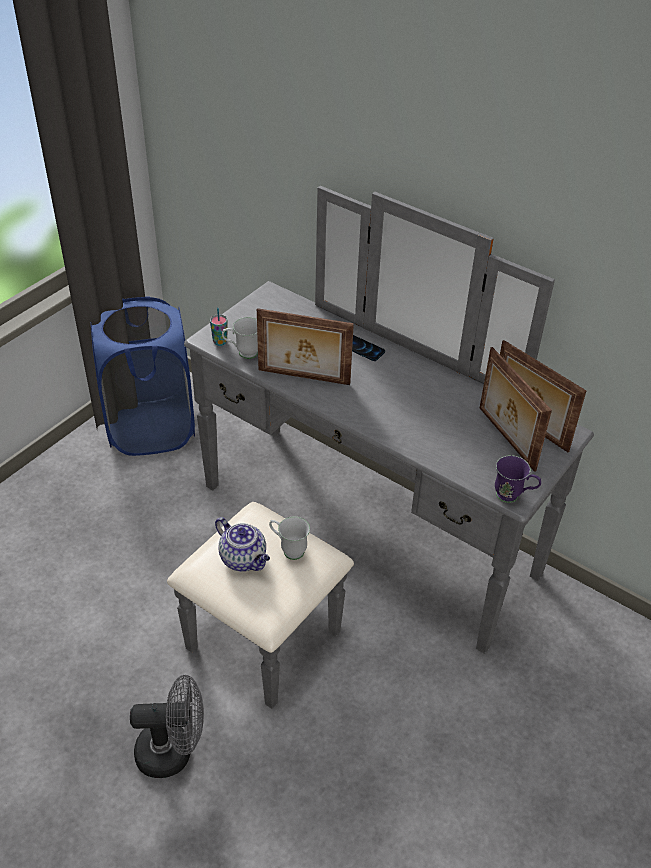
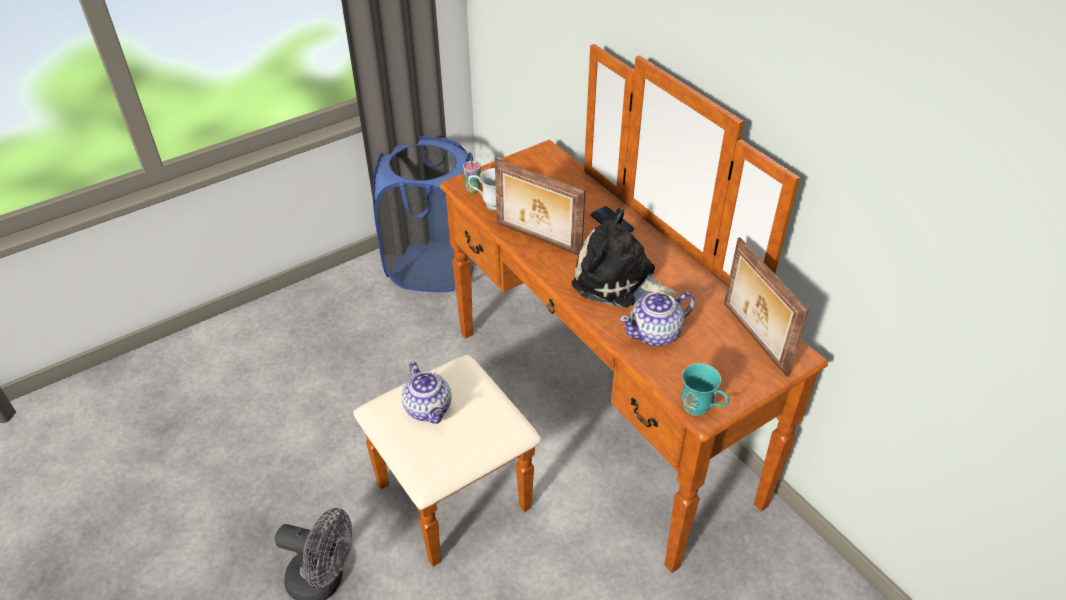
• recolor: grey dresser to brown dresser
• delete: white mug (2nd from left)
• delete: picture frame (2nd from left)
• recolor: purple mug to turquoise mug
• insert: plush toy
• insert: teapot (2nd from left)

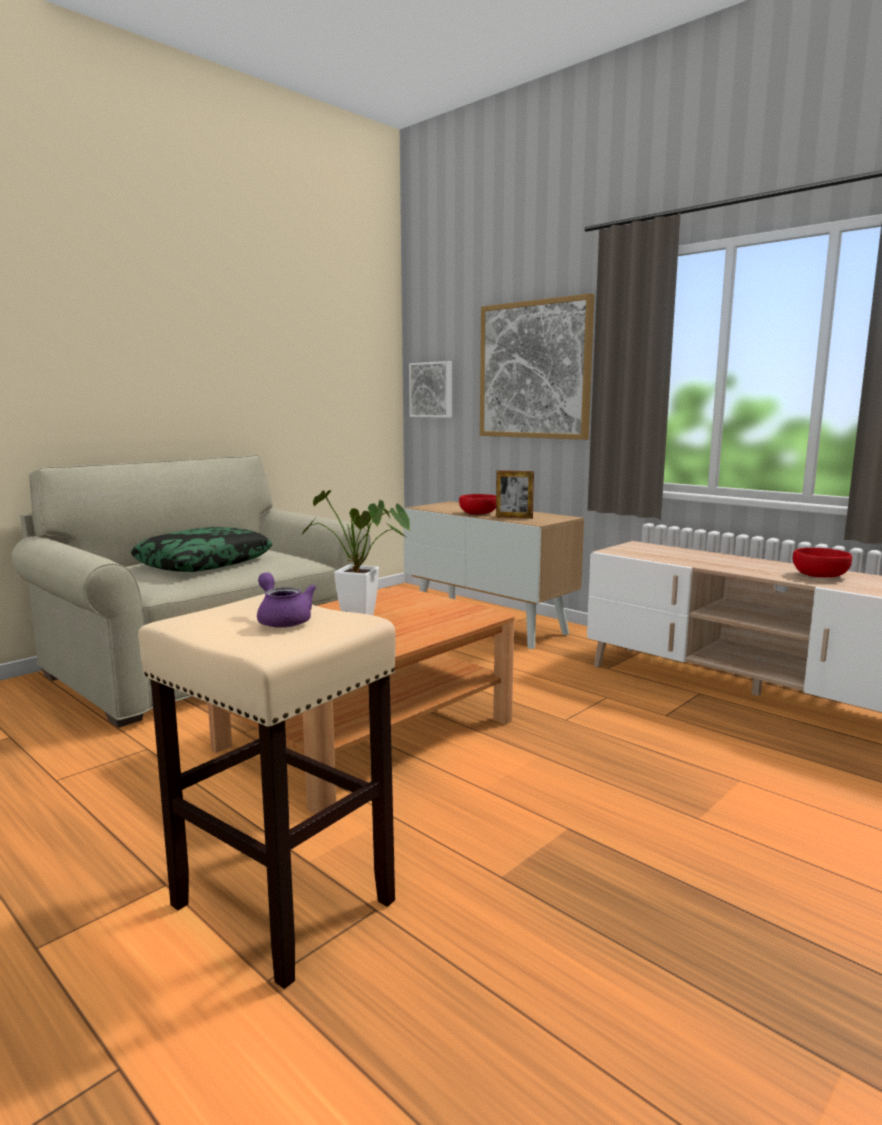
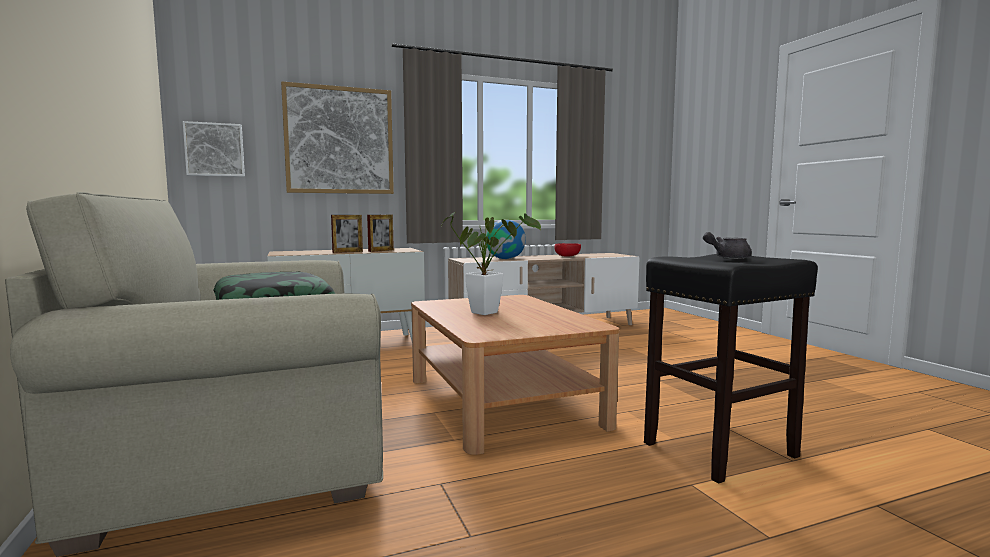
• recolor: beige stool to black stool
• recolor: purple teapot to grey teapot
• replace: red bowl (1st from left) to picture frame (1st from left)
• insert: globe

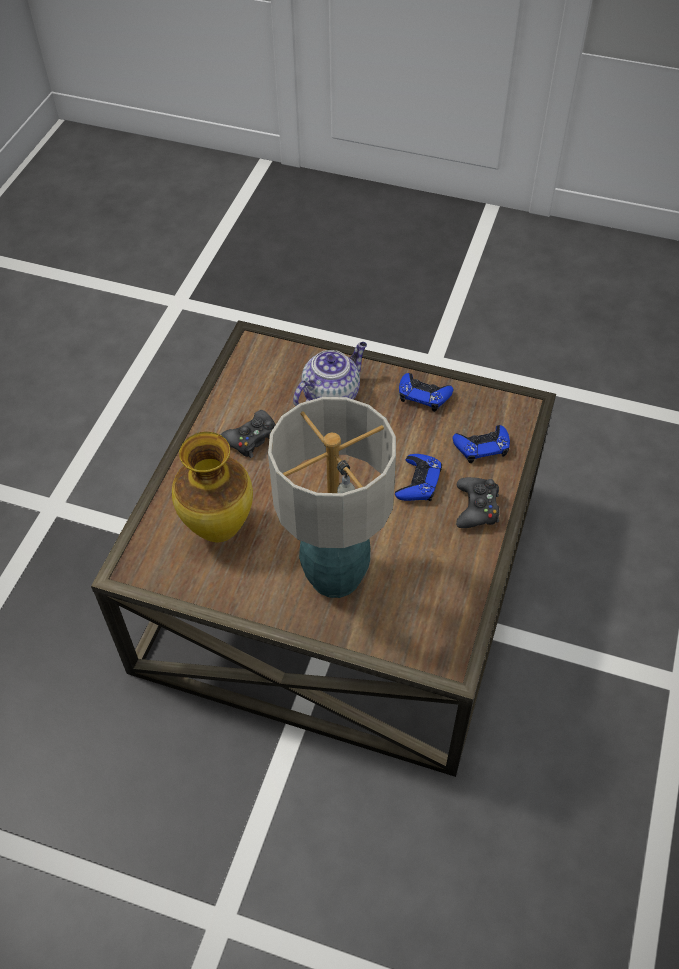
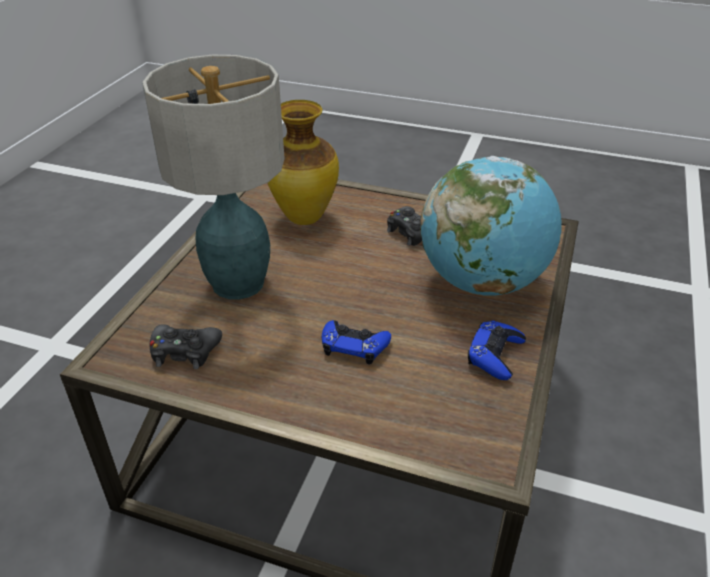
• replace: teapot to globe
• delete: blue game controller (3rd from left)
• move: black game controller (2nd from left in the first image) to black game controller (1st from left)

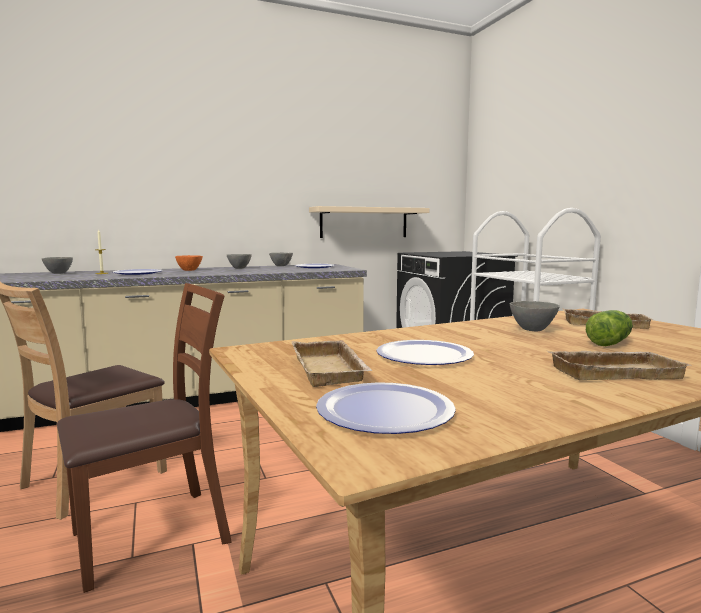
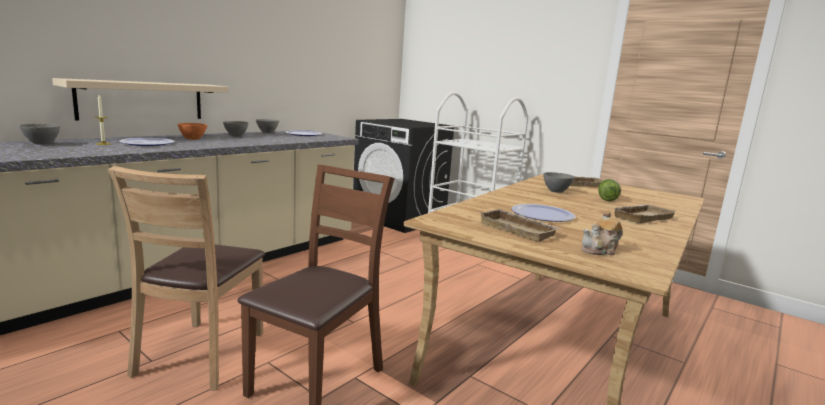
• move: beige shelf
• replace: plate (3rd from left) to teapot

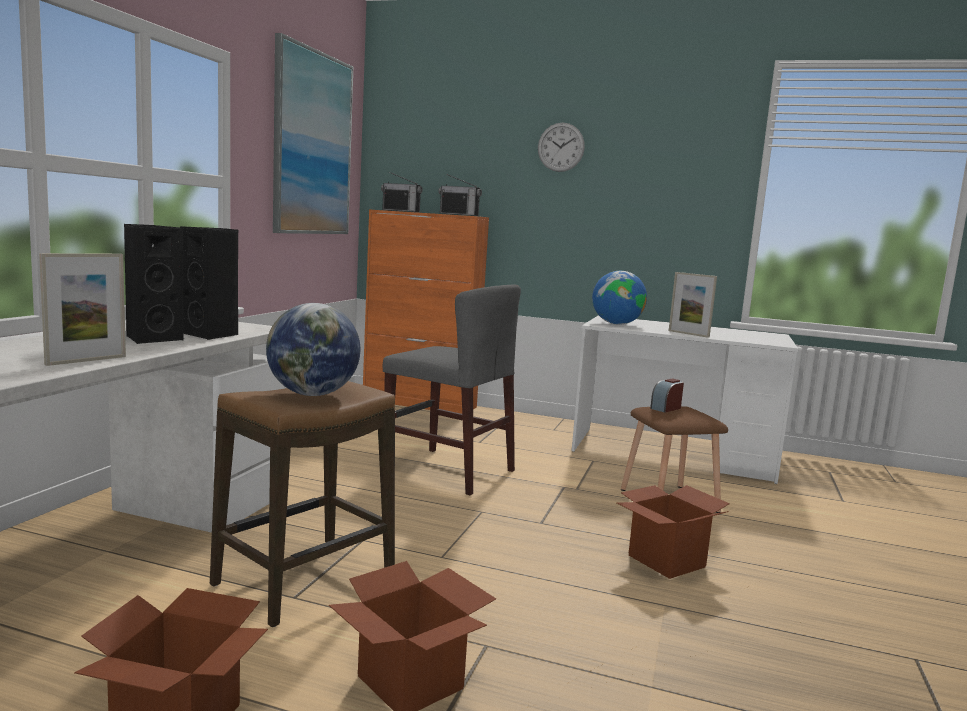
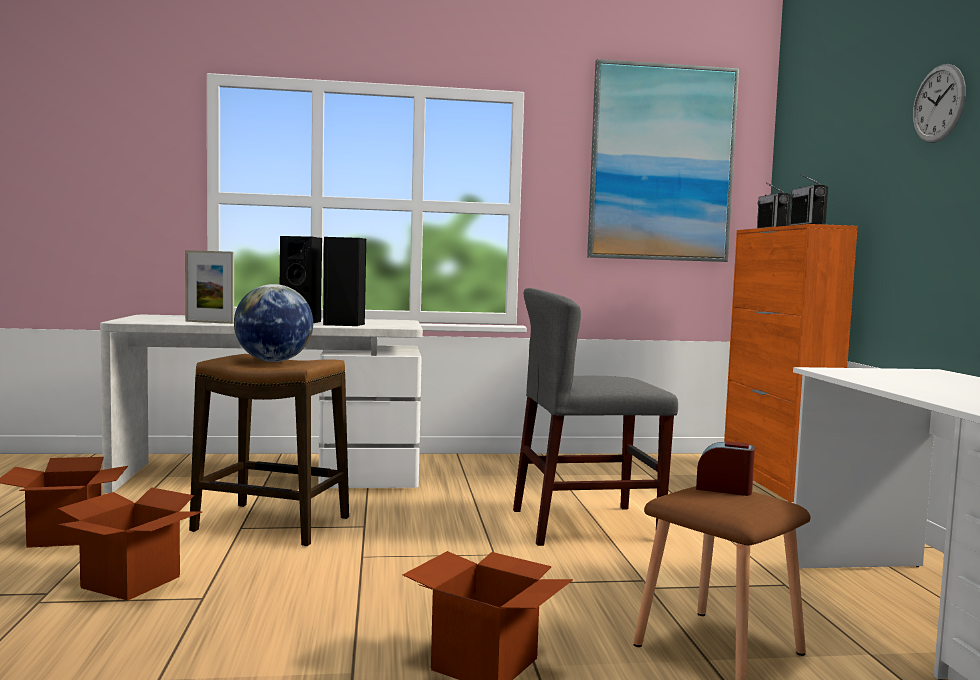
• rotate: grey chair 75 degrees clockwise
• delete: globe (2nd from left)
• delete: picture frame (2nd from left)

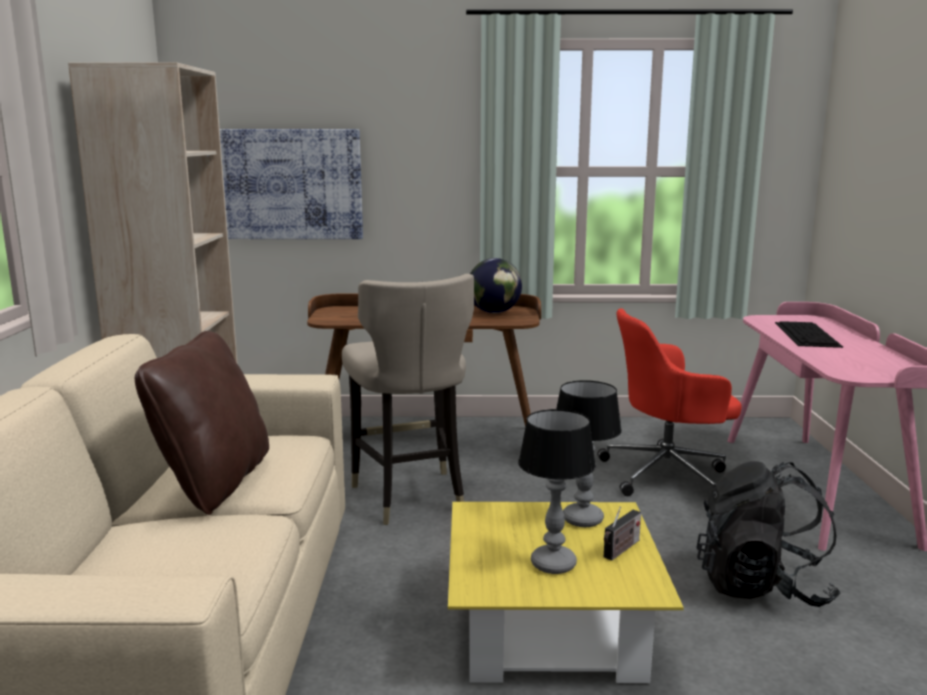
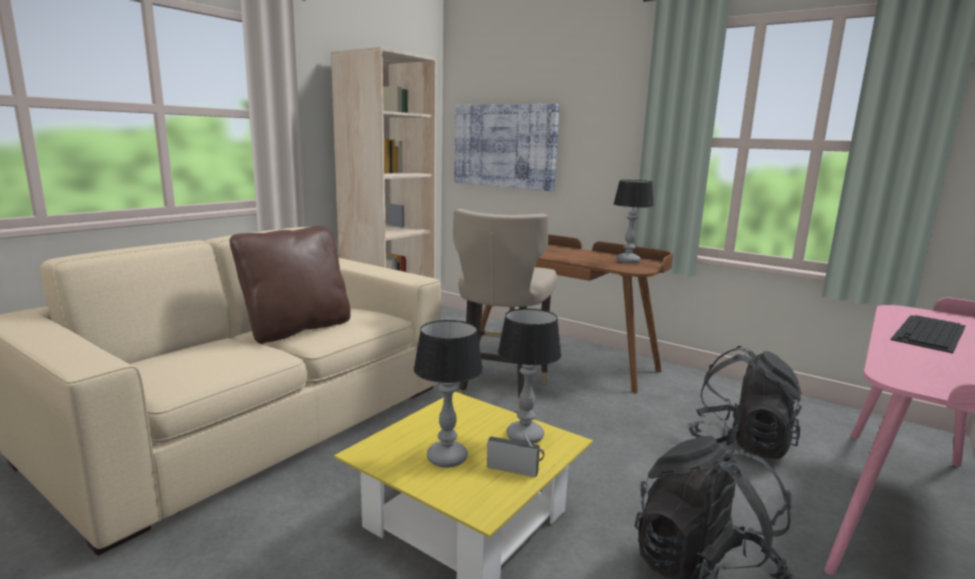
• replace: globe to table lamp (3rd from left)
• replace: red office chair to black backpack (2nd from left)
• rotate: radio 150 degrees counterclockwise

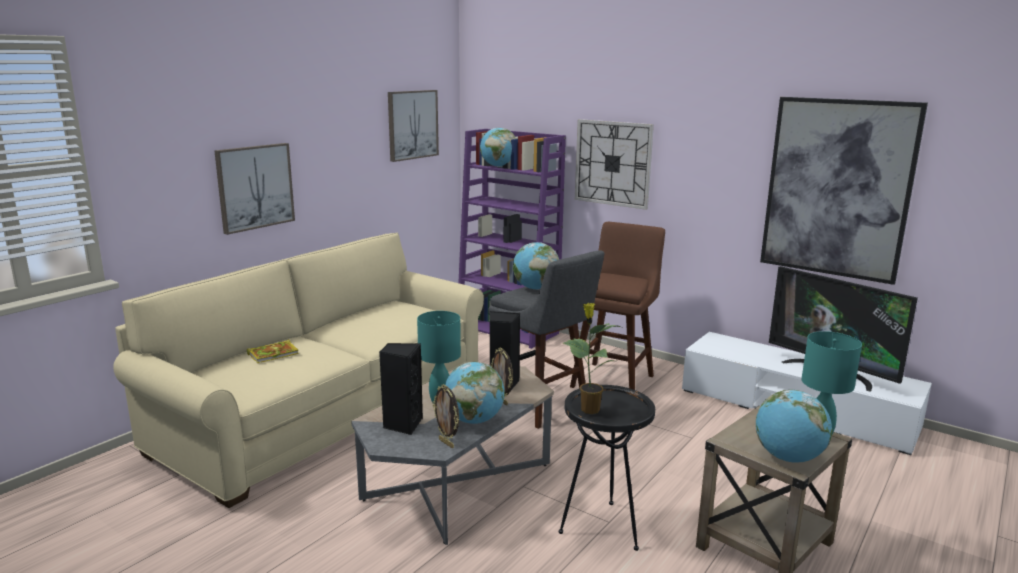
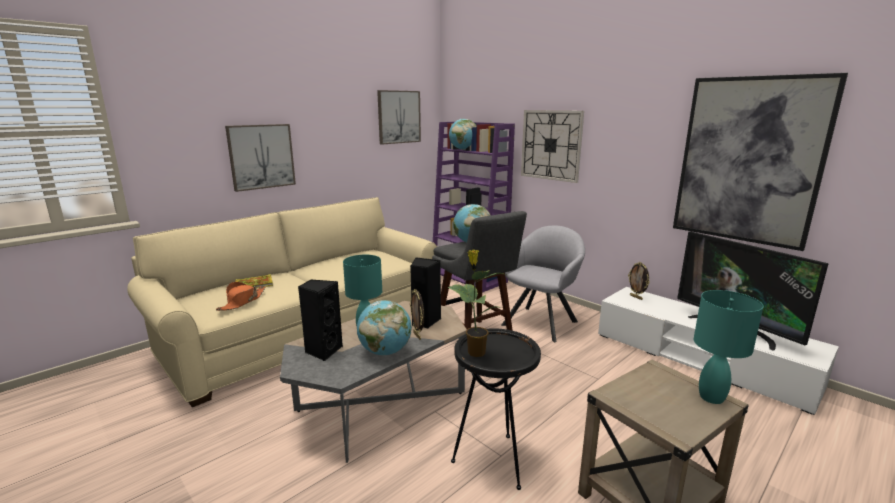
• move: picture frame (1st from left in the first image) to picture frame (2nd from left)
• replace: brown stool to grey armchair
• delete: globe (4th from left)
• insert: orange hat

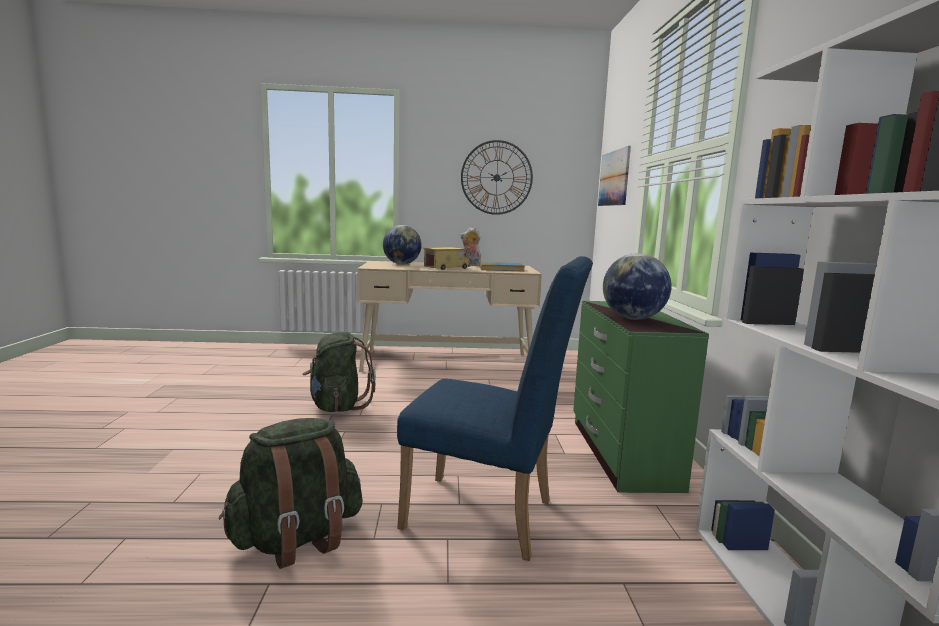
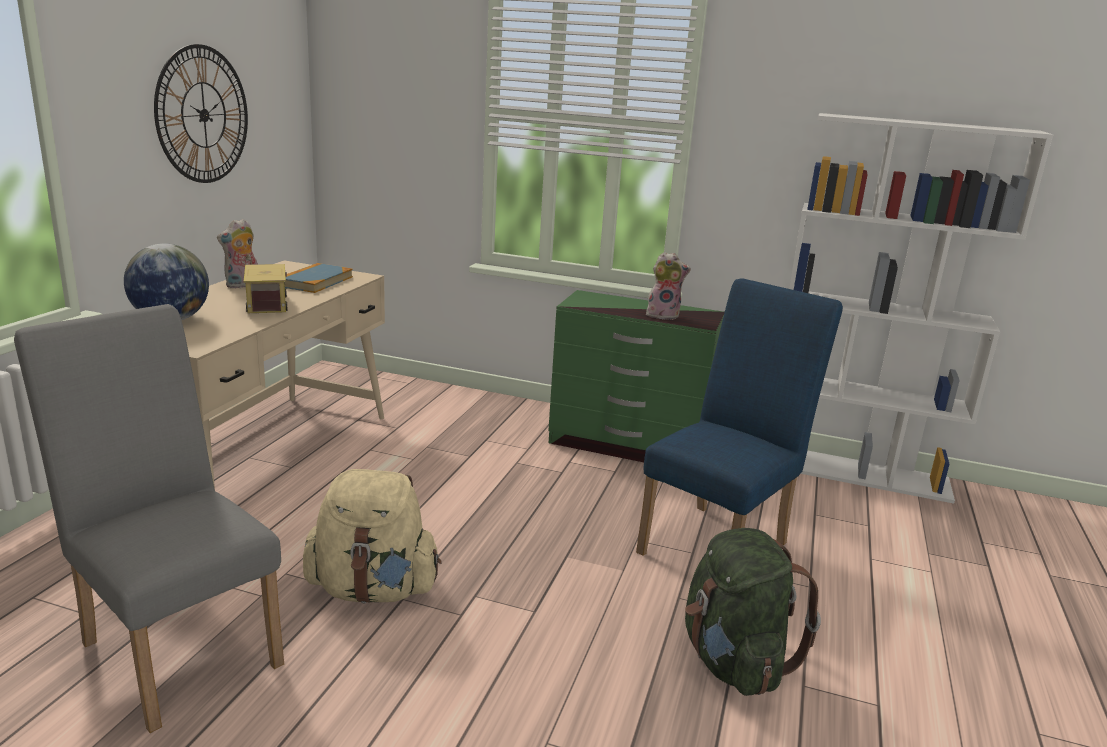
• recolor: green backpack (2nd from left) to beige backpack
• delete: picture
• replace: globe (2nd from left) to plush toy (2nd from left)
• insert: grey chair

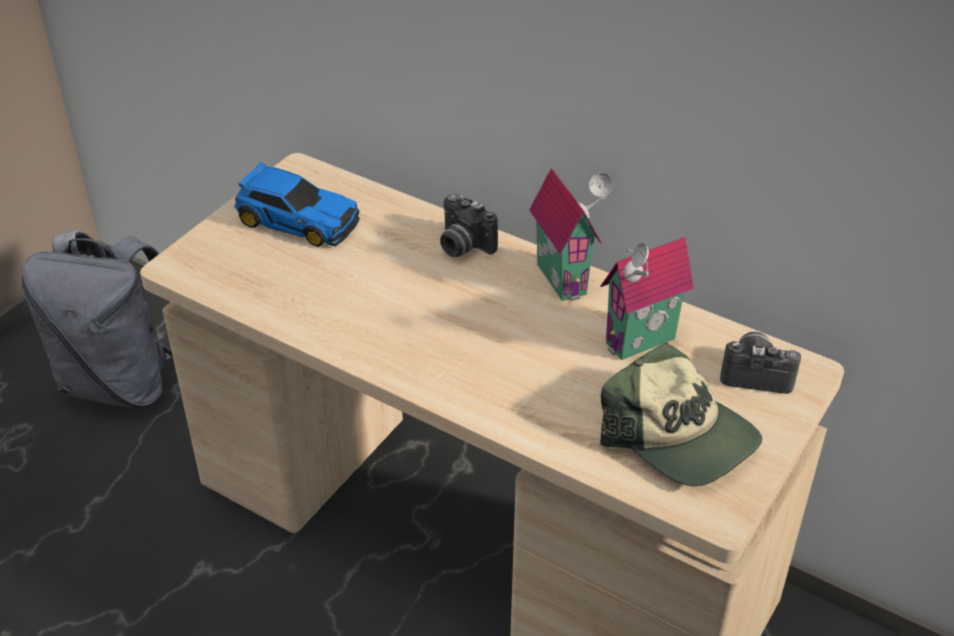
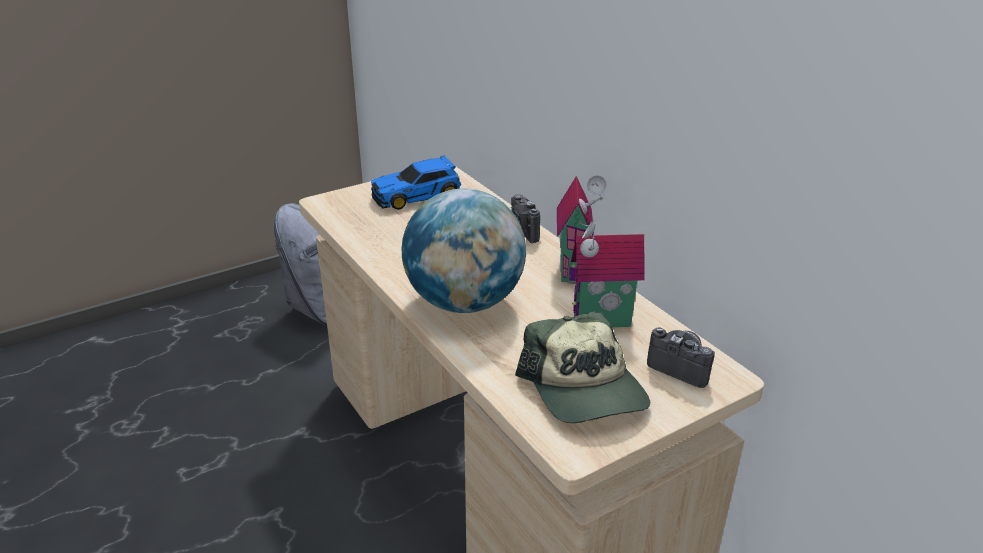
• rotate: toy car 105 degrees clockwise
• insert: globe

